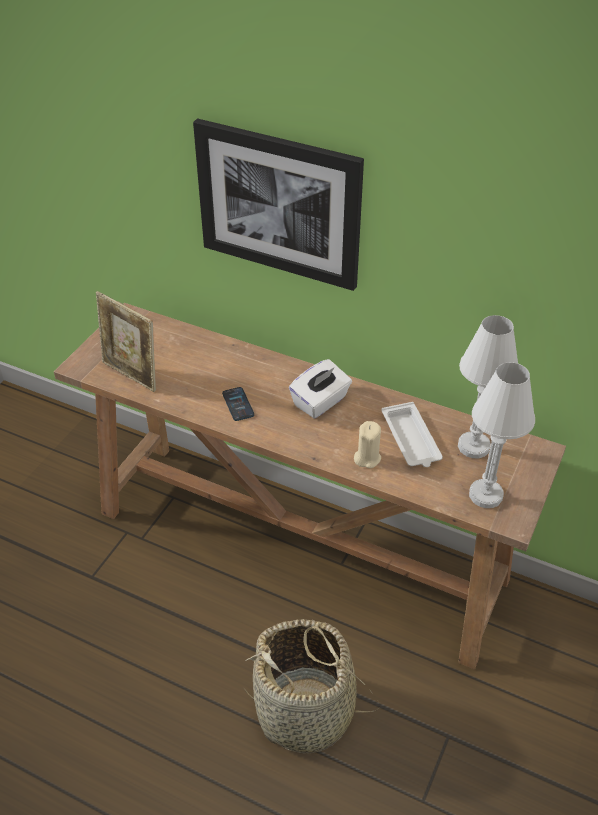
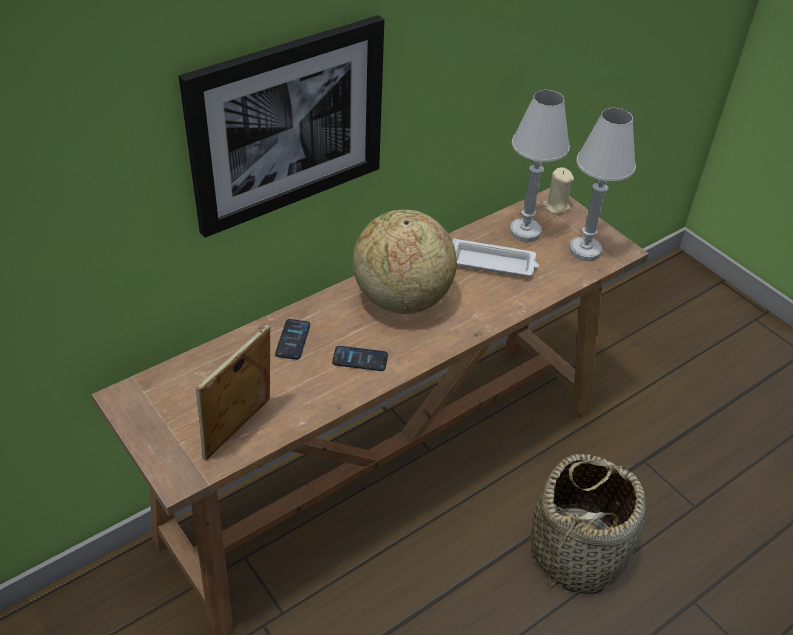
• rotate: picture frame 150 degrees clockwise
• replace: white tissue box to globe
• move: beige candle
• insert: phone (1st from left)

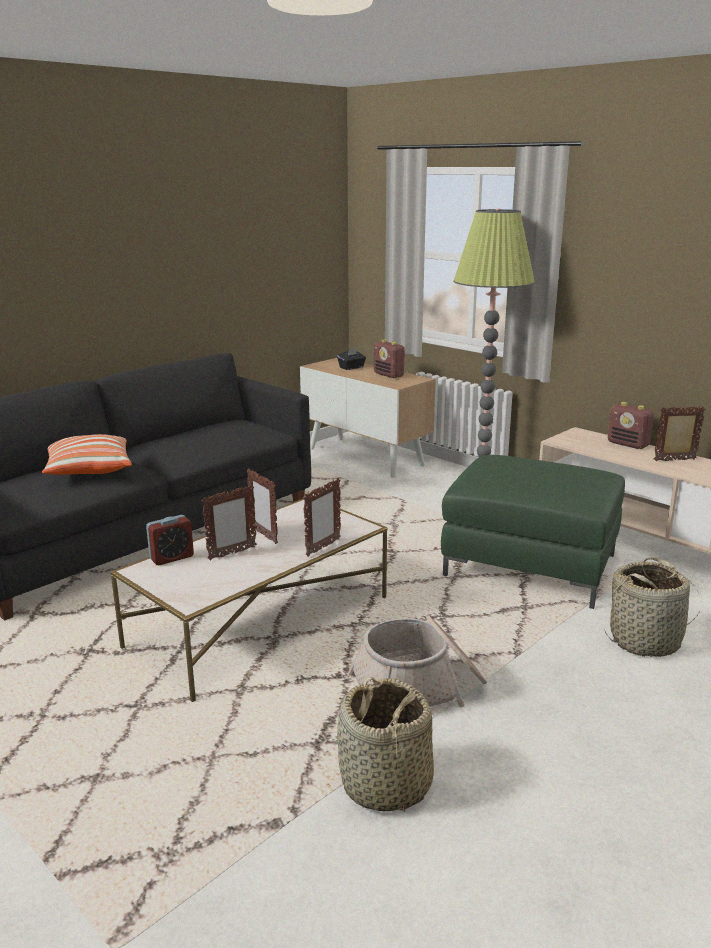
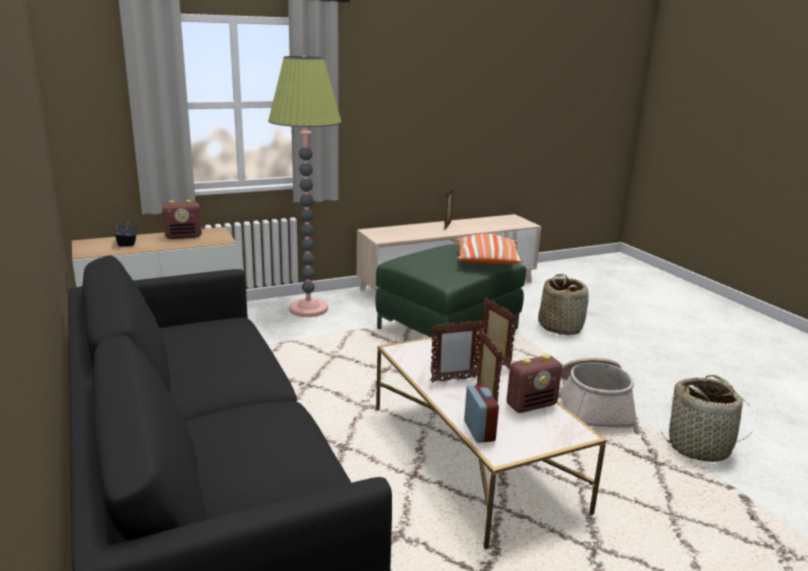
• move: pillow
• move: radio (2nd from left)

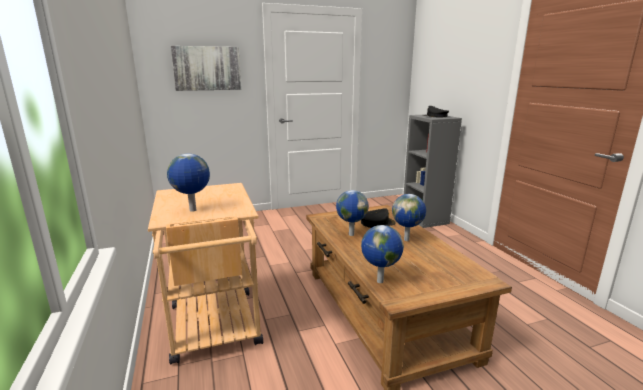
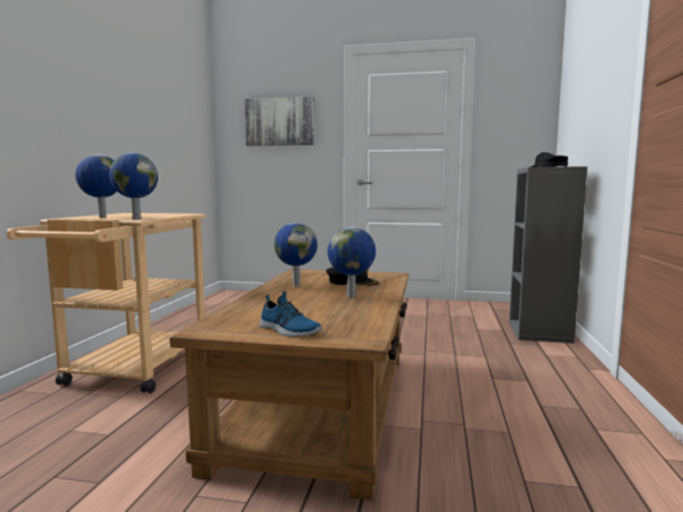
• move: globe (3rd from left in the first image) to globe (2nd from left)
• insert: shoe

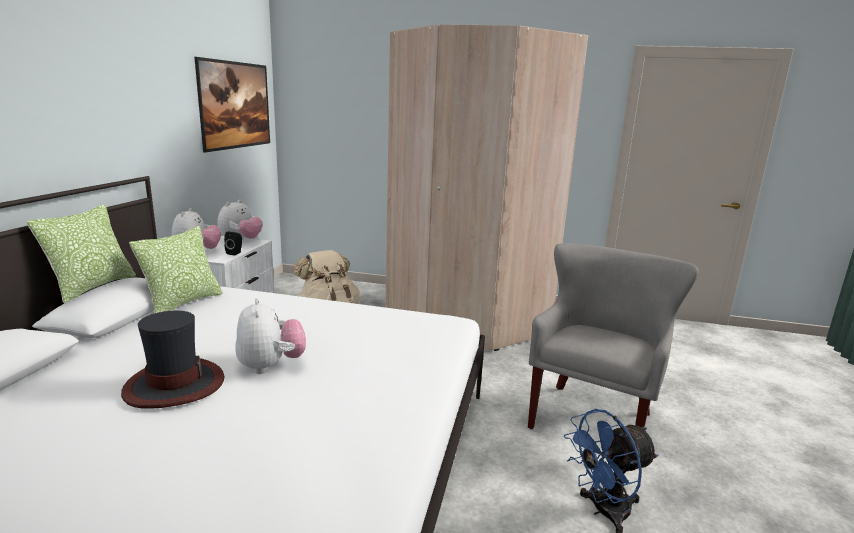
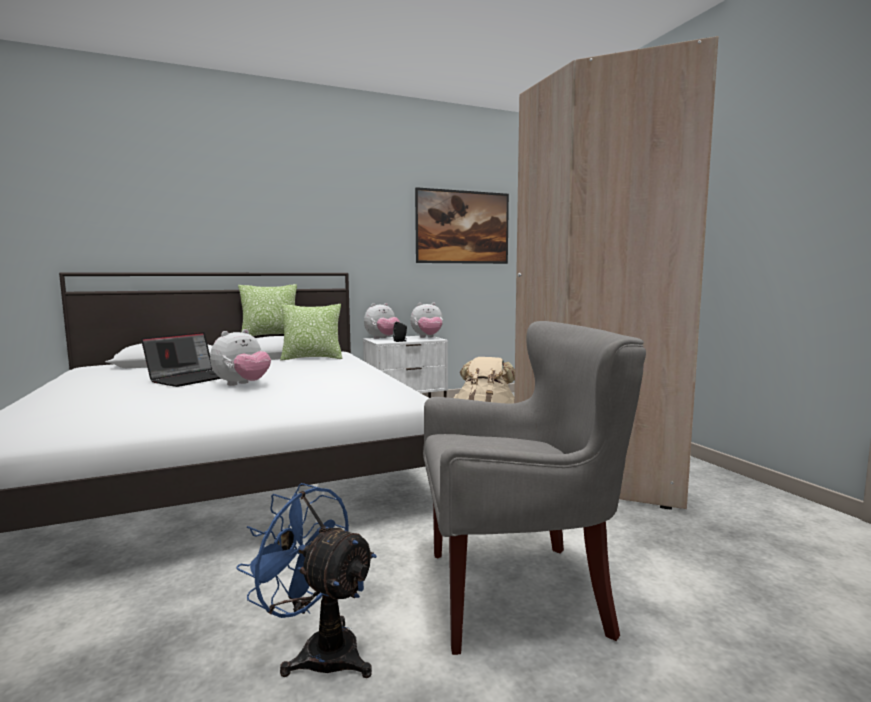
• replace: hat to laptop

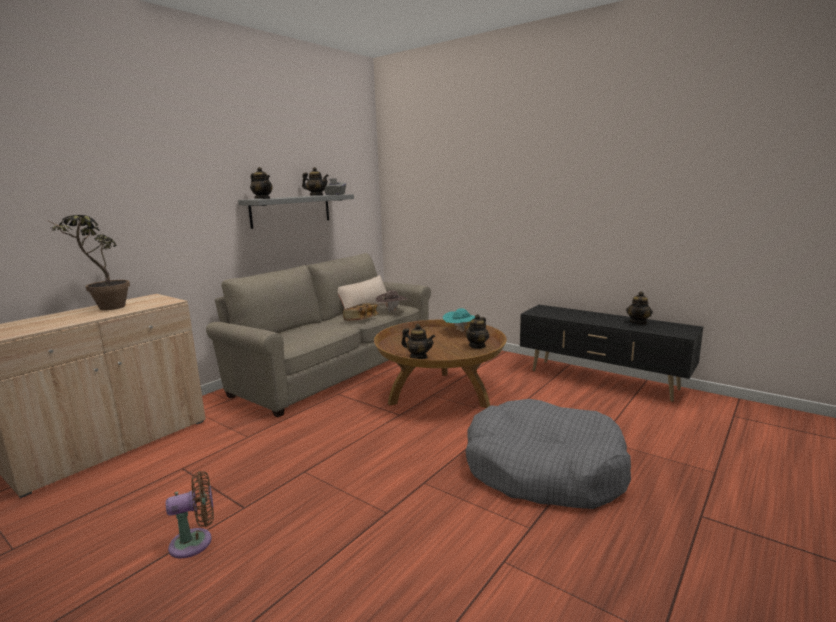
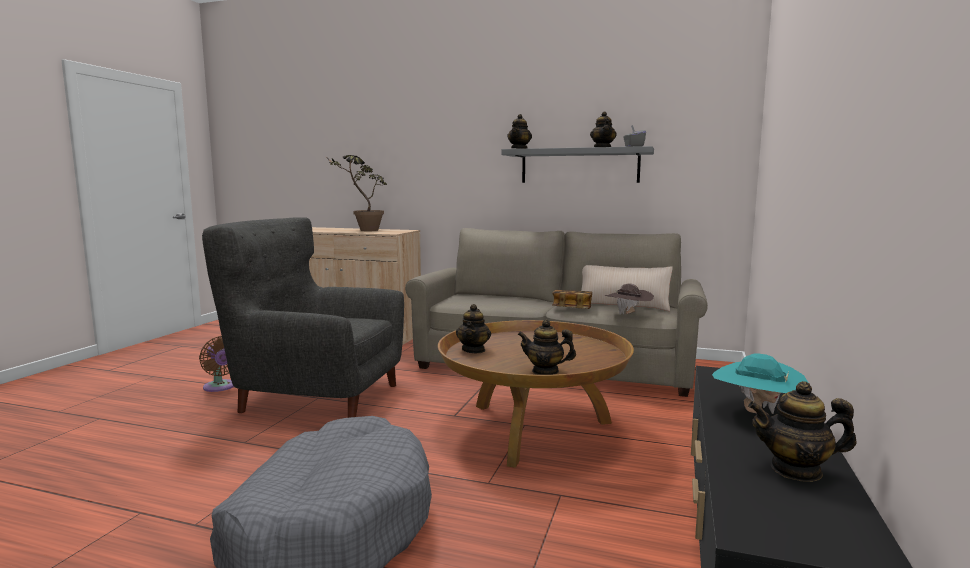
• move: turquoise hat
• insert: grey armchair

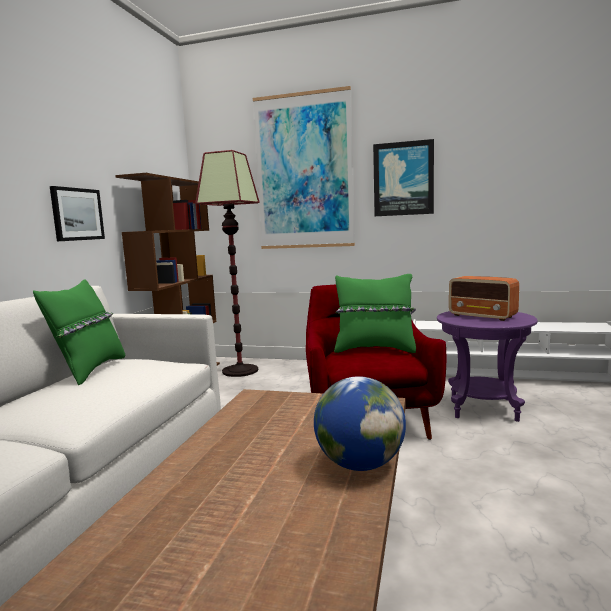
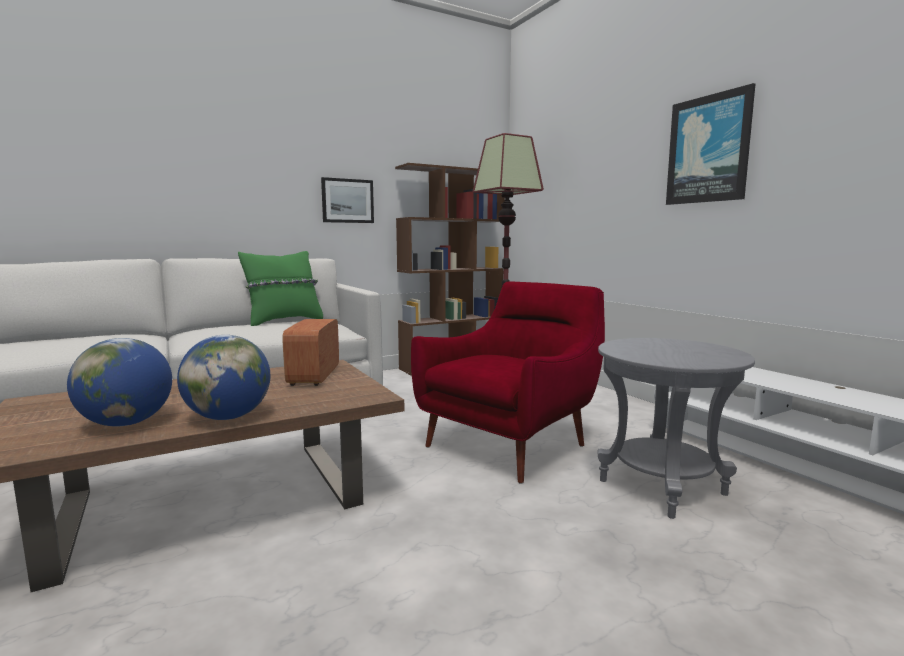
• delete: picture (2nd from left)
• delete: green pillow (2nd from left)
• recolor: purple side table to grey side table
• move: radio
• insert: globe (1st from left)

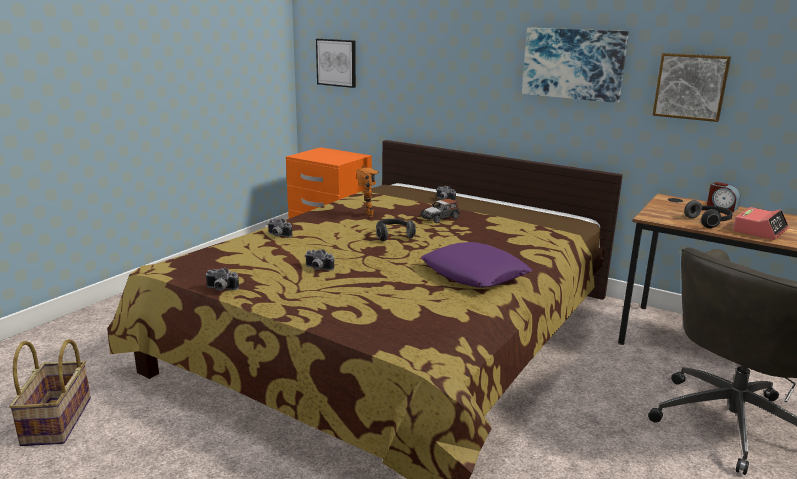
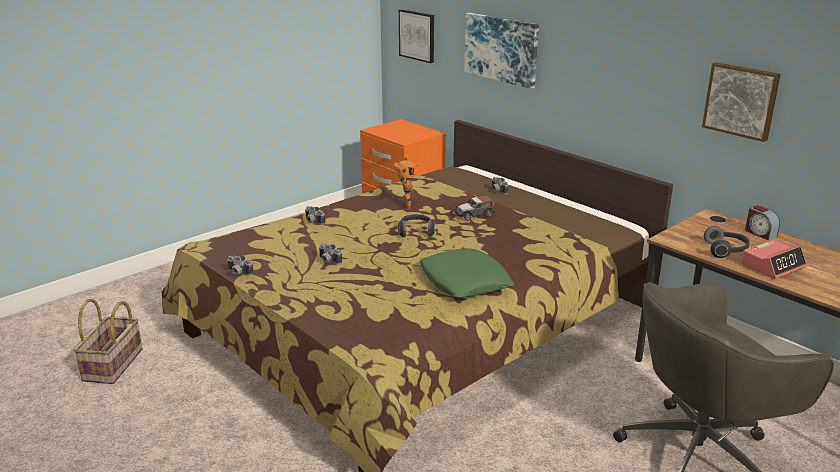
• recolor: purple pillow to green pillow
• move: picture (2nd from left)

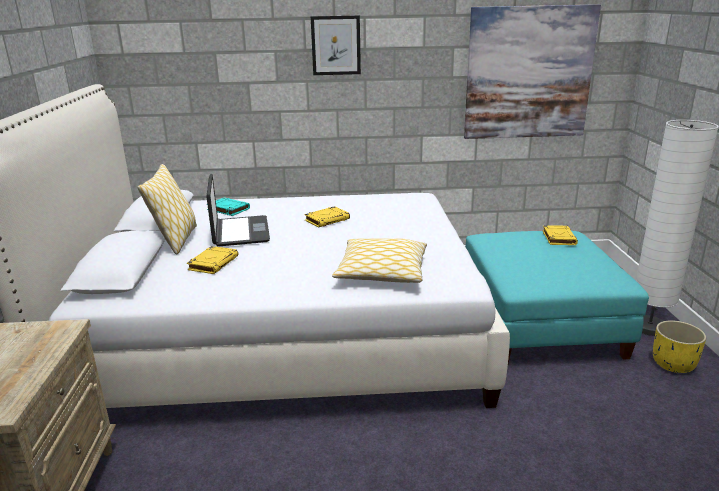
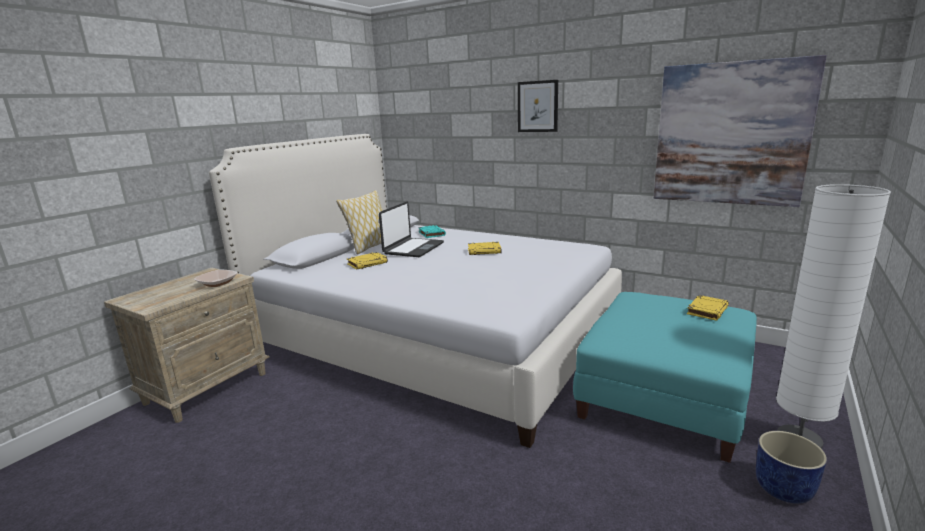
• delete: pillow (2nd from left)
• recolor: yellow planter to blue planter
• insert: bowl

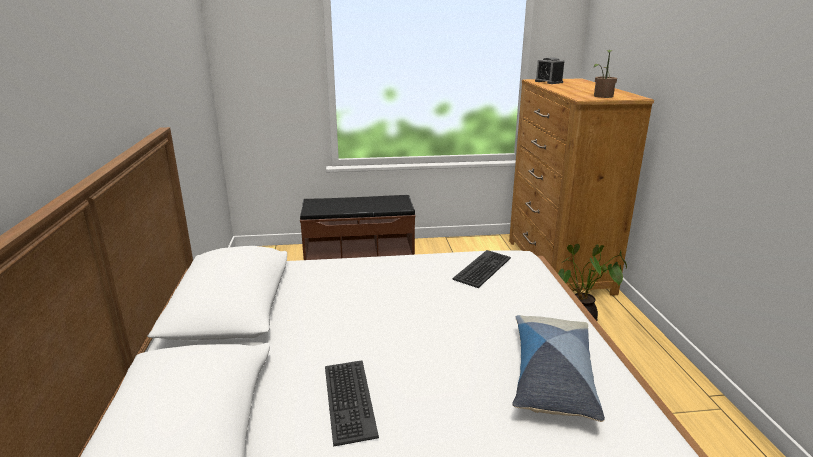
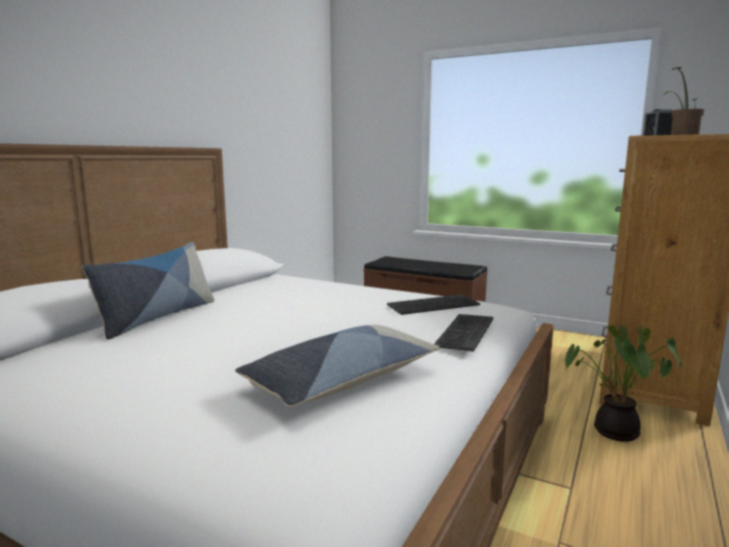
• move: keyboard (1st from left in the first image) to keyboard (2nd from left)
• insert: pillow (1st from left)

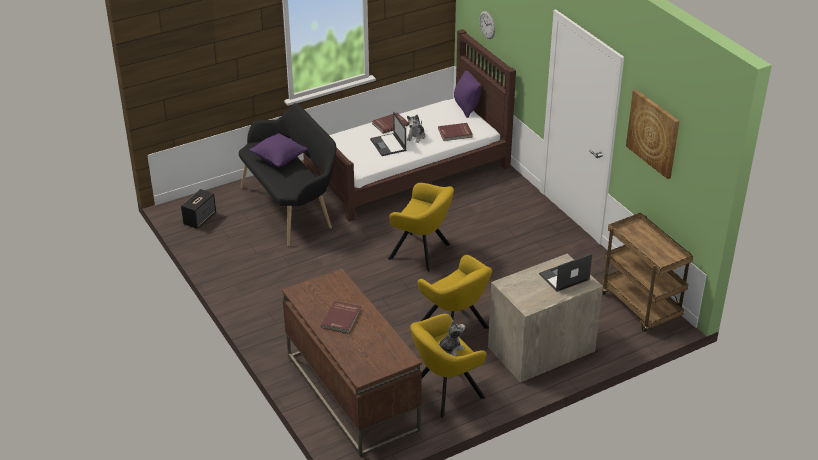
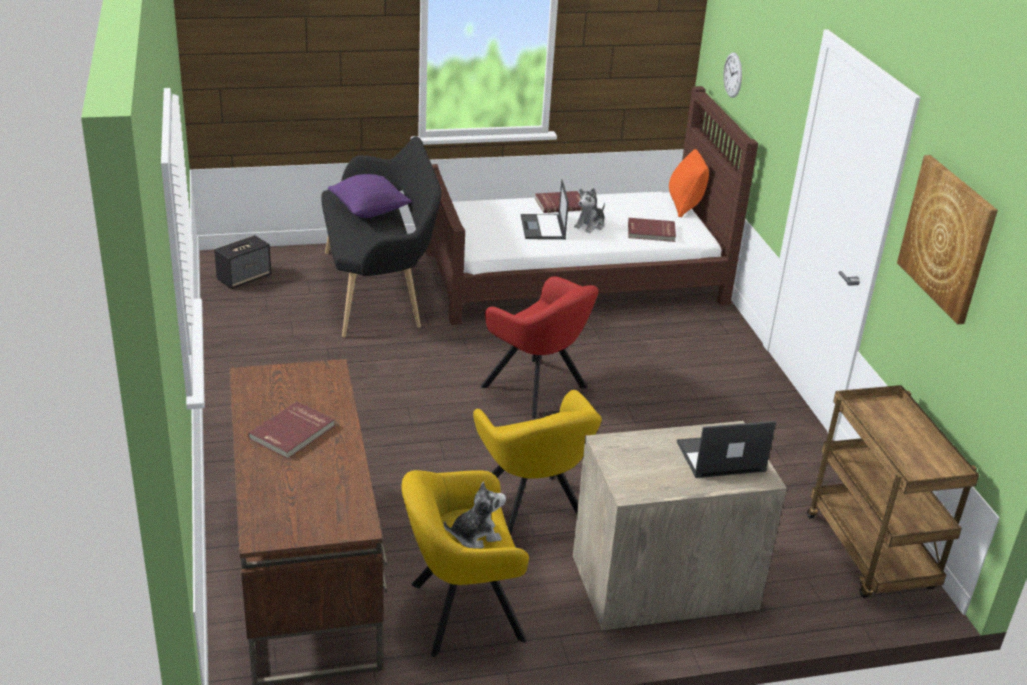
• recolor: yellow armchair (1st from left) to red armchair
• recolor: purple pillow (2nd from left) to orange pillow

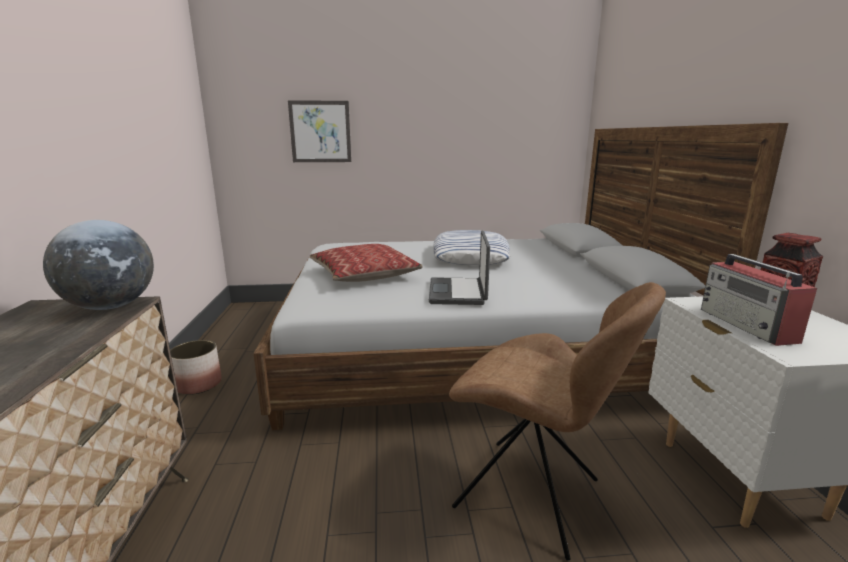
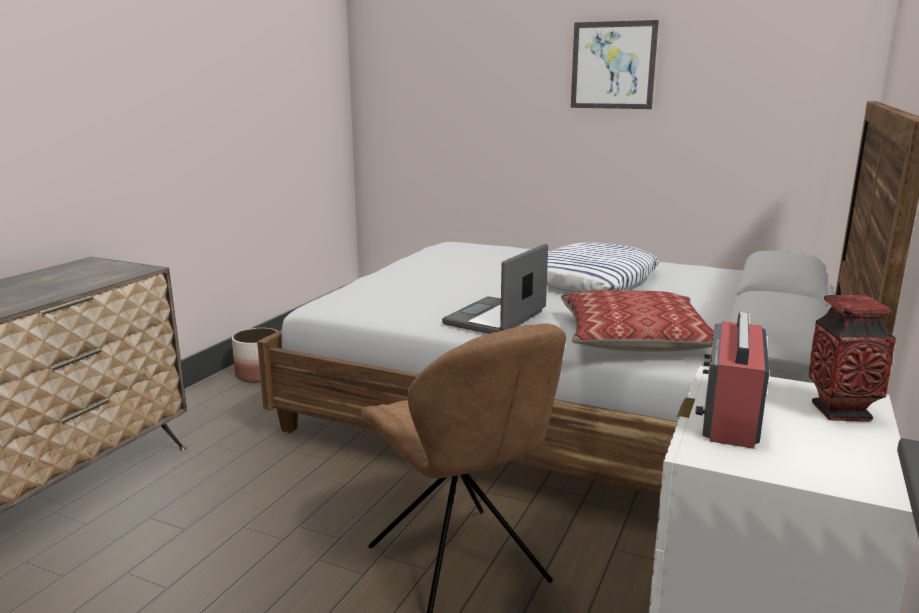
• delete: globe
• move: picture
• move: pillow (1st from left in the first image) to pillow (2nd from left)

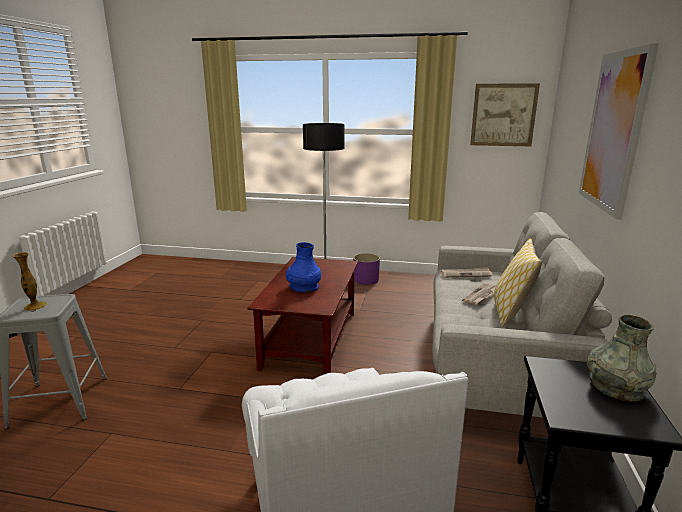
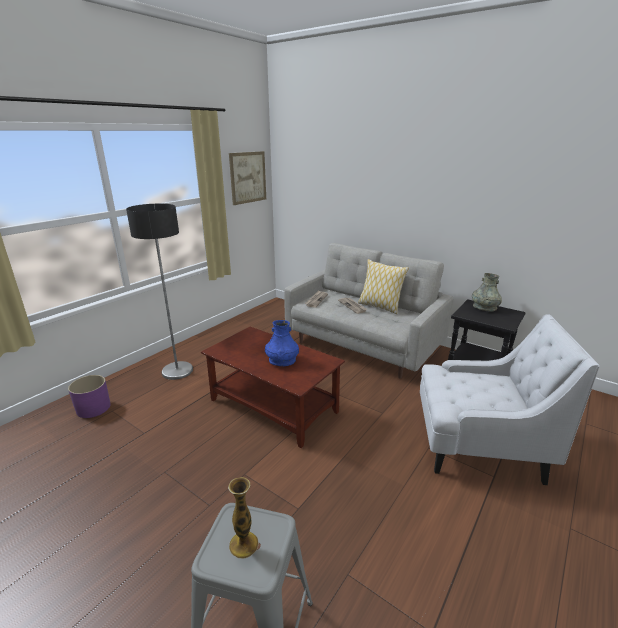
• move: purple planter
• delete: picture (2nd from left)

